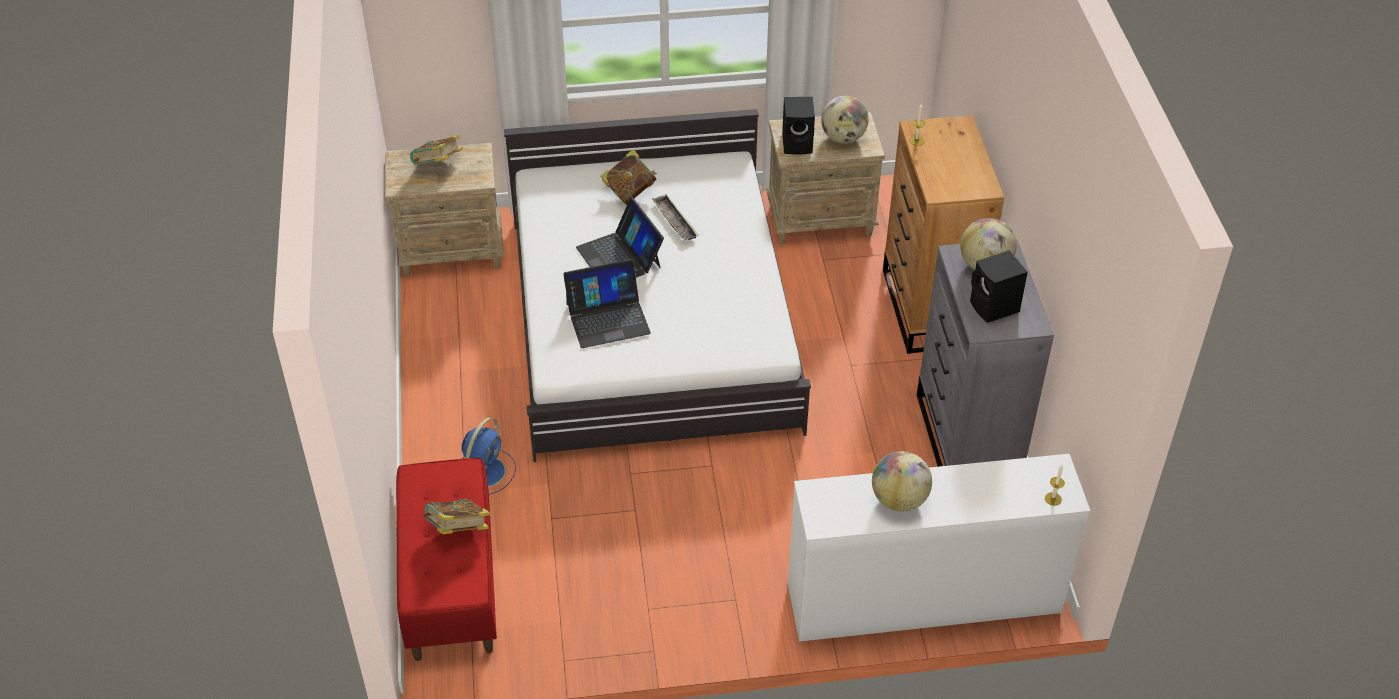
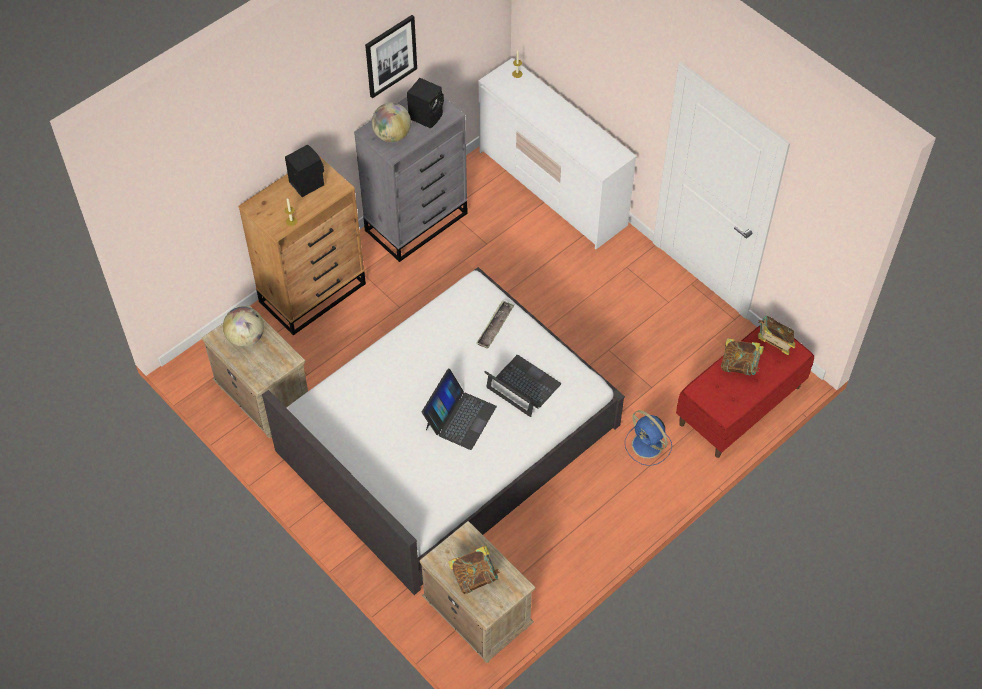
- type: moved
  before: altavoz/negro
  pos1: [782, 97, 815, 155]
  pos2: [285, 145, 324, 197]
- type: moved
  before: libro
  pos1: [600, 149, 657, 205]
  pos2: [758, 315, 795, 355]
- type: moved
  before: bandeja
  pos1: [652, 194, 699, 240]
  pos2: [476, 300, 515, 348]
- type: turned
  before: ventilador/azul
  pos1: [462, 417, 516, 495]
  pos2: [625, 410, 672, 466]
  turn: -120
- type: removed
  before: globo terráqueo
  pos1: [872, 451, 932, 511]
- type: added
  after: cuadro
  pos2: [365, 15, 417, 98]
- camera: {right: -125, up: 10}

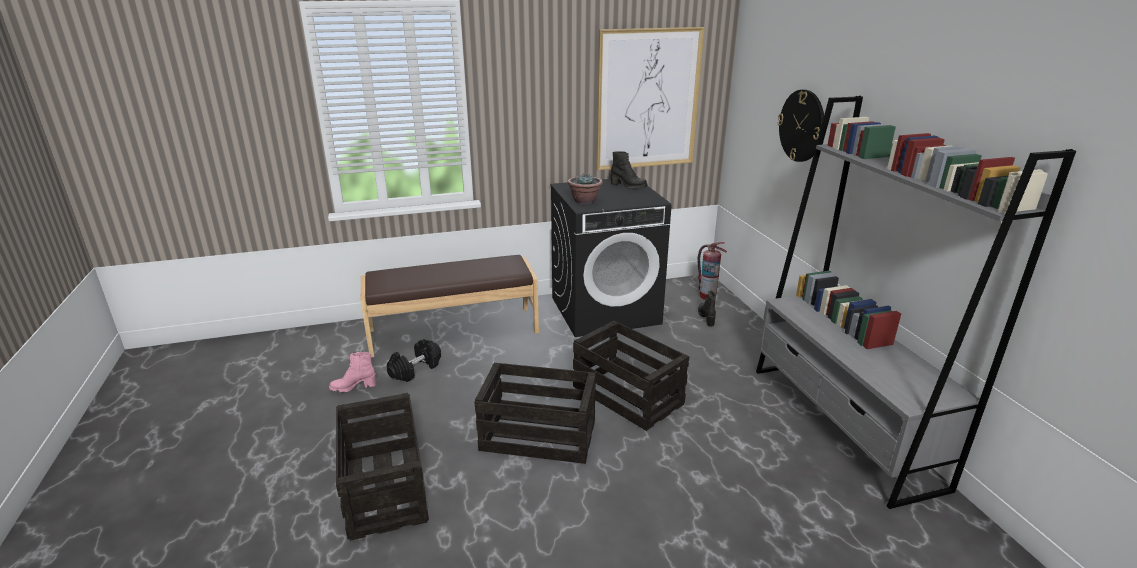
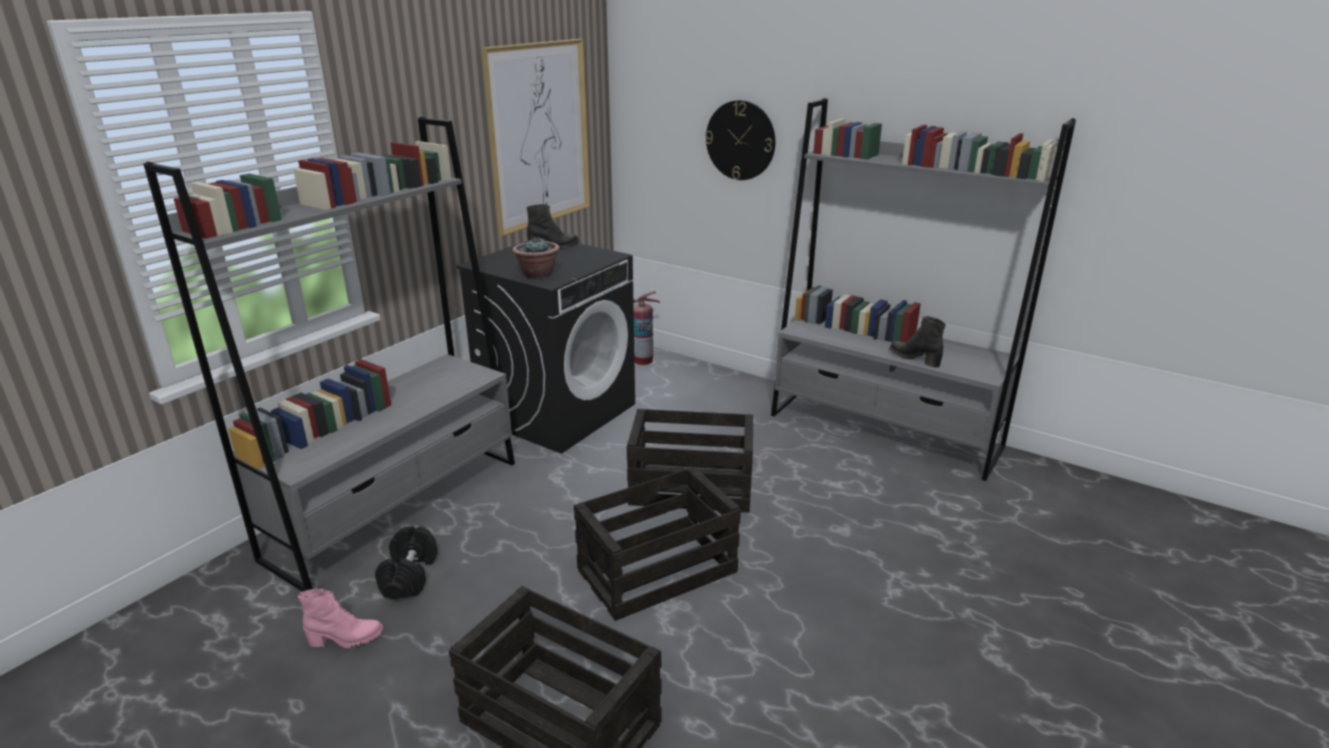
- type: replaced
  before: banco/marrón
  after: estantería/gris
  pos1: [361, 255, 539, 358]
  pos2: [144, 117, 515, 592]
- type: moved
  before: bota/negro
  pos1: [698, 290, 716, 327]
  pos2: [890, 316, 946, 368]
- type: turned
  before: bota/rosa
  pos1: [329, 352, 376, 392]
  pos2: [298, 588, 384, 648]
  turn: -135
- camera: {right: -40, up: 0}

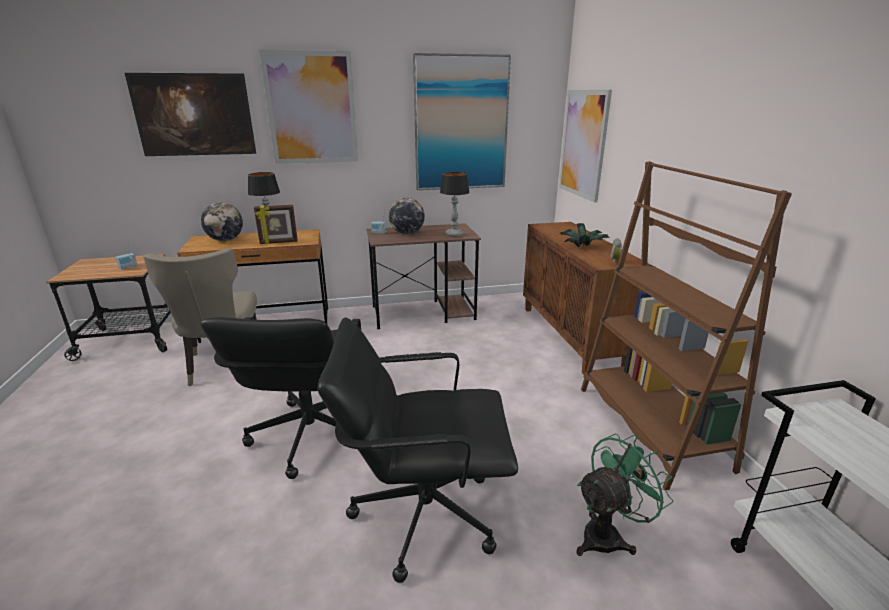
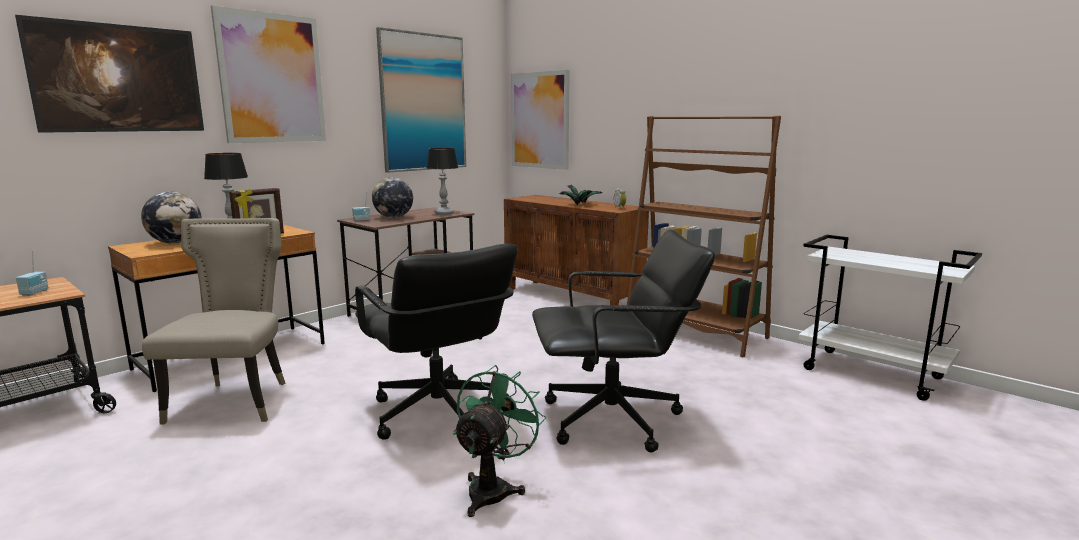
- type: turned
  before: silla/beis
  pos1: [143, 248, 257, 386]
  pos2: [142, 218, 285, 424]
  turn: -135
- type: turned
  before: silla de oficina/negro
  pos1: [318, 317, 518, 583]
  pos2: [532, 229, 715, 452]
  turn: -150
- type: moved
  before: ventilador/verde
  pos1: [576, 433, 673, 556]
  pos2: [453, 365, 546, 517]
- camera: {right: -35, up: -10}

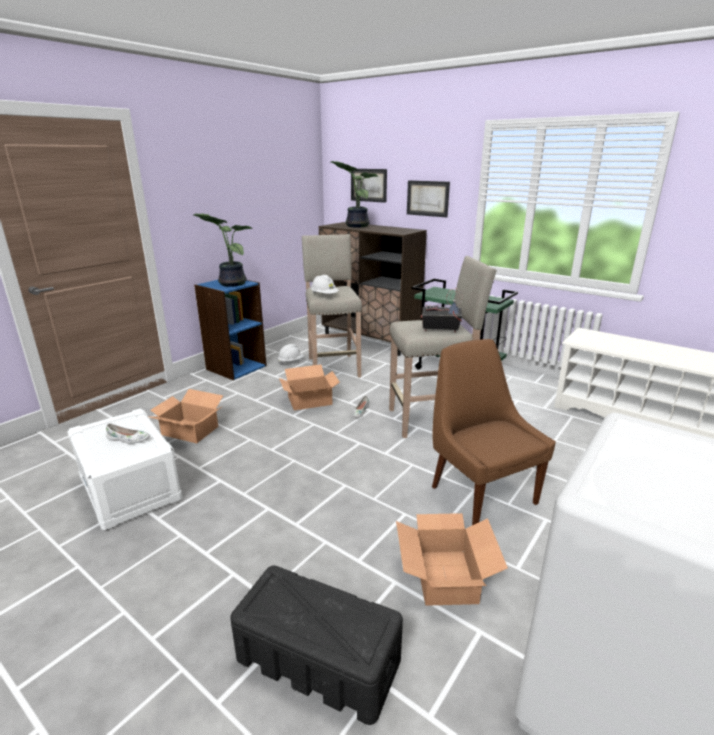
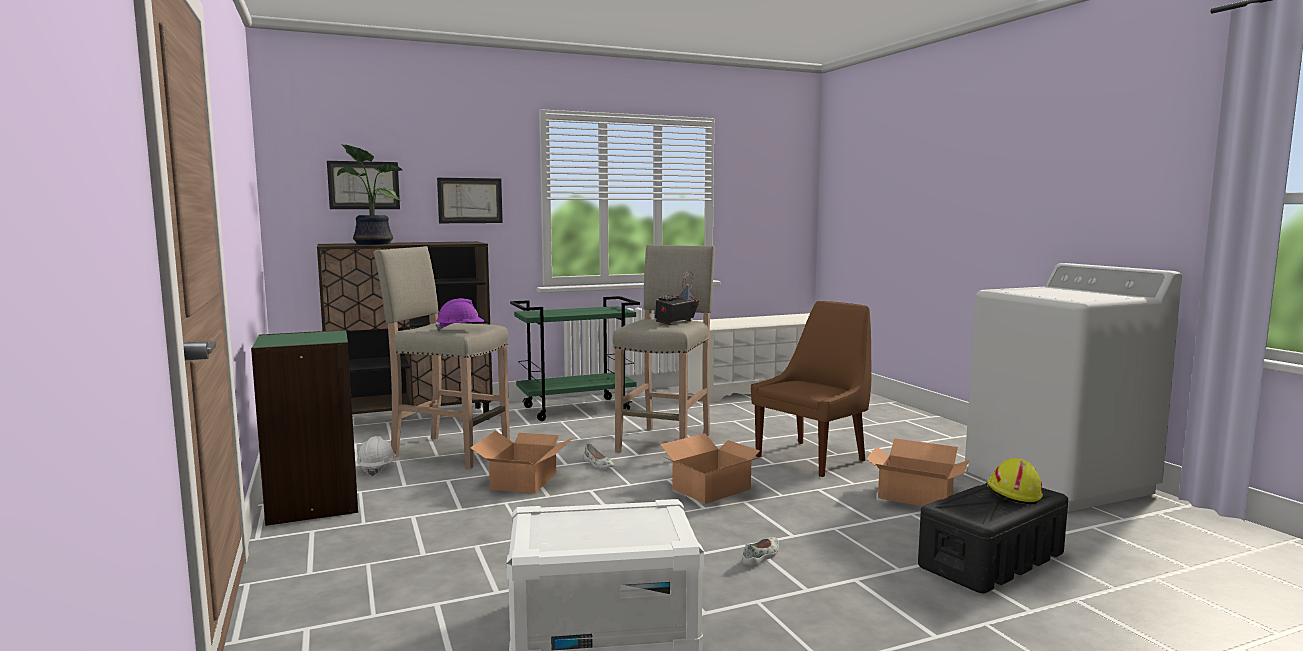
- type: removed
  before: planta en maceta
  pos1: [194, 214, 254, 287]
- type: recoloured
  before: casco/blanco
  after: casco/morado
  pos1: [311, 275, 339, 294]
  pos2: [436, 298, 484, 331]
- type: recoloured
  before: estantería/azul
  after: estantería/verde
  pos1: [194, 280, 267, 380]
  pos2: [251, 330, 358, 526]
- type: turned
  before: silla/marrón
  pos1: [432, 339, 556, 525]
  pos2: [751, 301, 872, 477]
  turn: 135
- type: moved
  before: caja de cartón
  pos1: [148, 389, 223, 443]
  pos2: [660, 433, 766, 504]
- type: moved
  before: zapato/blanco
  pos1: [106, 423, 150, 444]
  pos2: [742, 537, 779, 567]
- type: added
  after: casco/amarillo
  pos2: [987, 458, 1043, 504]
- camera: {right: -60, up: -15}

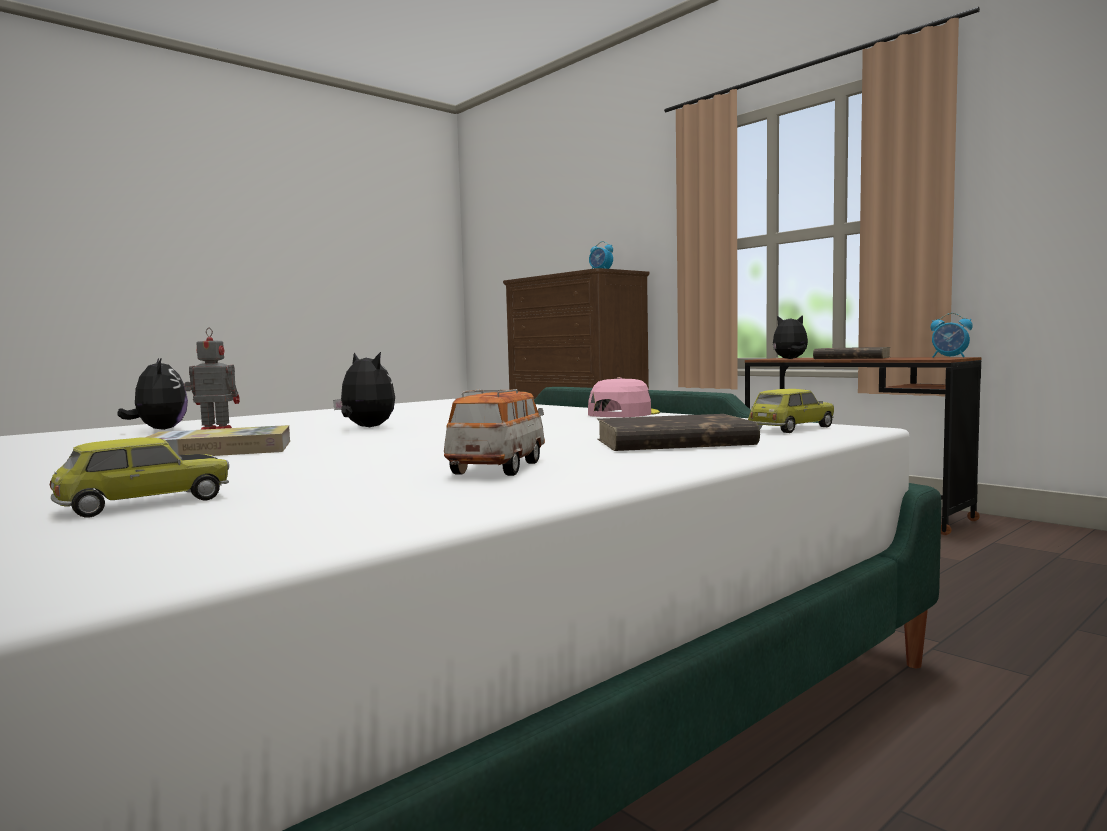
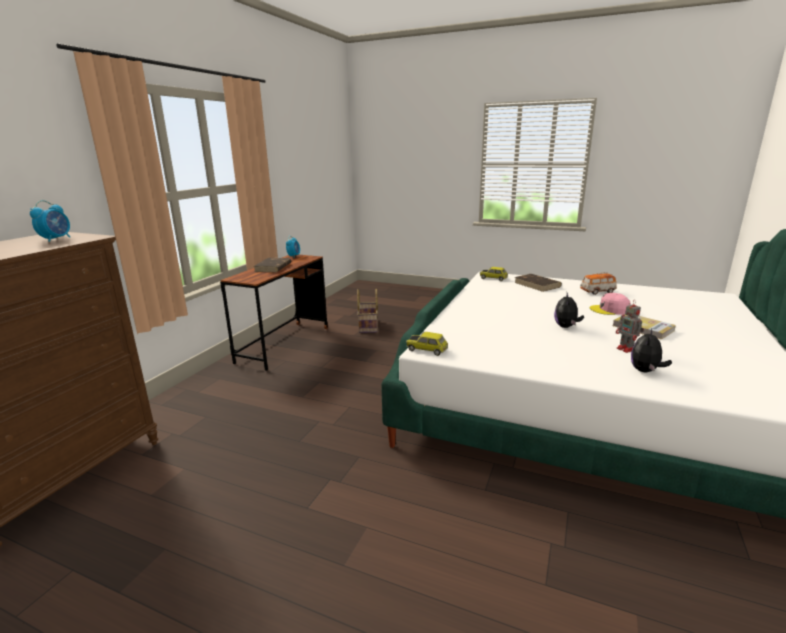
- type: removed
  before: peluche
  pos1: [773, 315, 808, 359]
- type: moved
  before: gorra/rosa
  pos1: [588, 377, 660, 417]
  pos2: [590, 293, 631, 315]
- type: moved
  before: coche de juguete
  pos1: [50, 437, 229, 518]
  pos2: [406, 332, 448, 356]
- type: added
  after: cesta
  pos2: [357, 289, 378, 333]
- camera: {right: -115, up: 15}

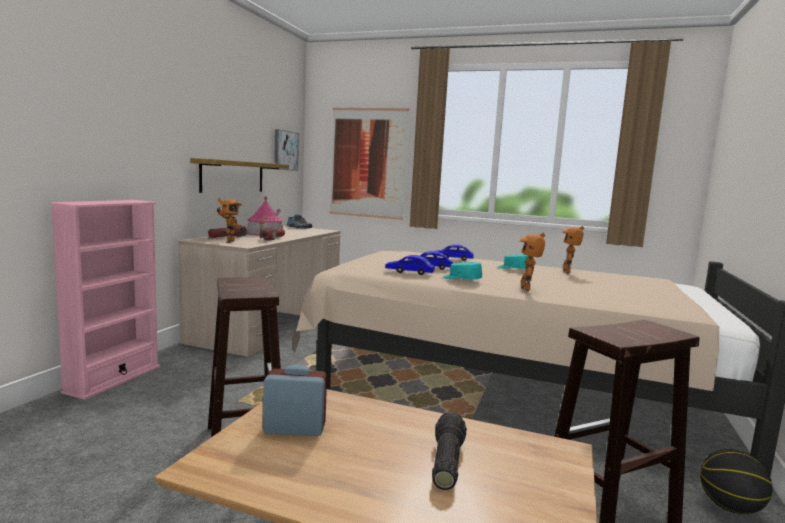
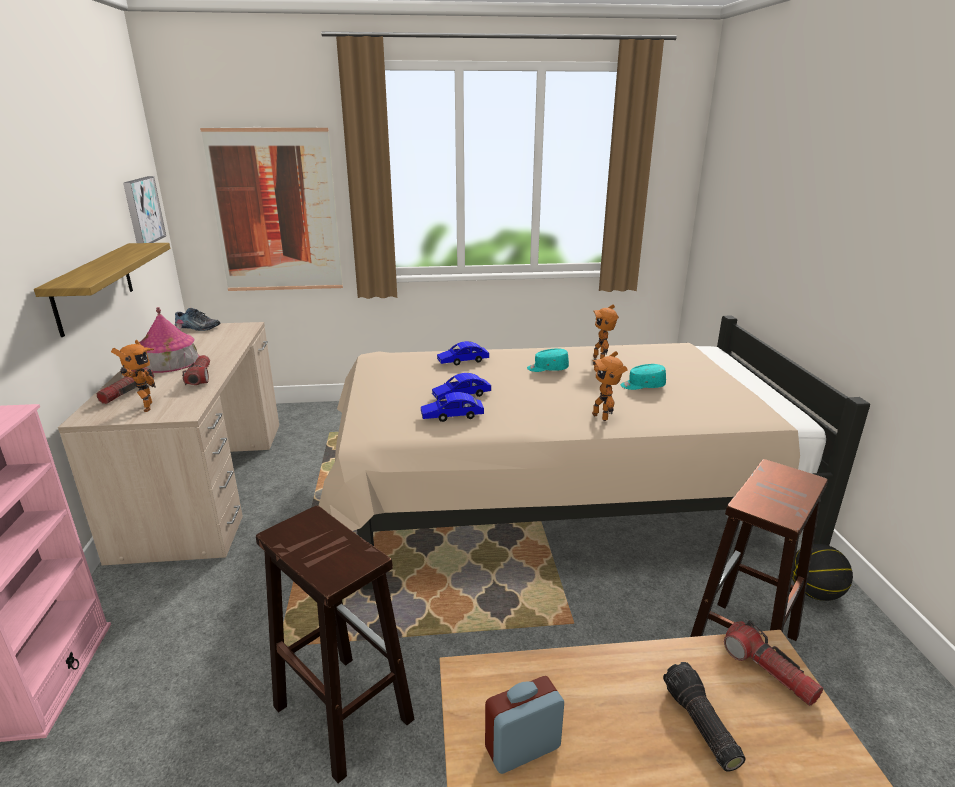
- type: moved
  before: gorra/turquesa
  pos1: [443, 262, 482, 279]
  pos2: [621, 364, 666, 390]
- type: added
  after: linterna
  pos2: [724, 620, 823, 706]
- camera: {right: -25, up: 15}

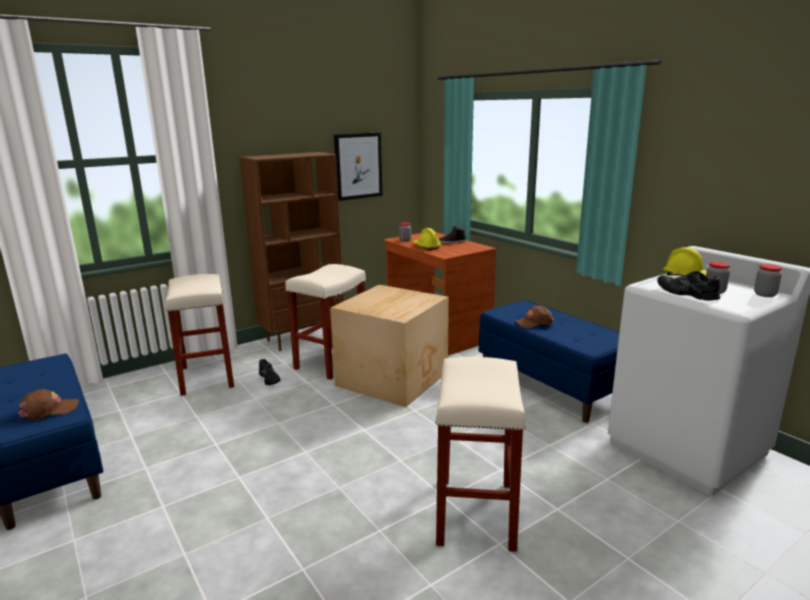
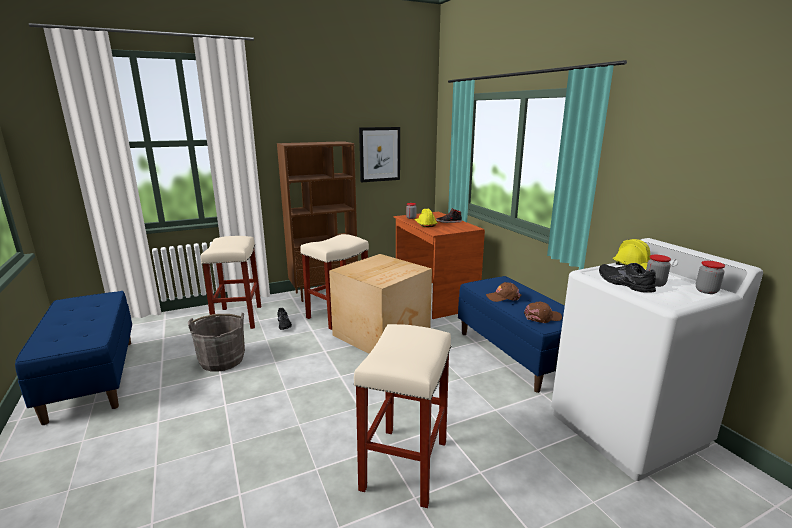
- type: moved
  before: gorra/marrón
  pos1: [18, 389, 79, 420]
  pos2: [524, 301, 562, 323]
- type: added
  after: cubo/gris
  pos2: [188, 313, 245, 372]
- camera: {right: 10, up: 0}

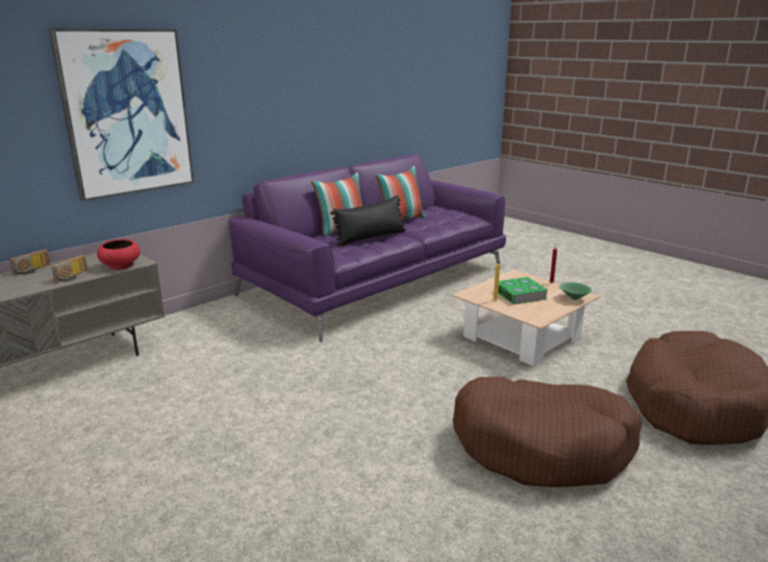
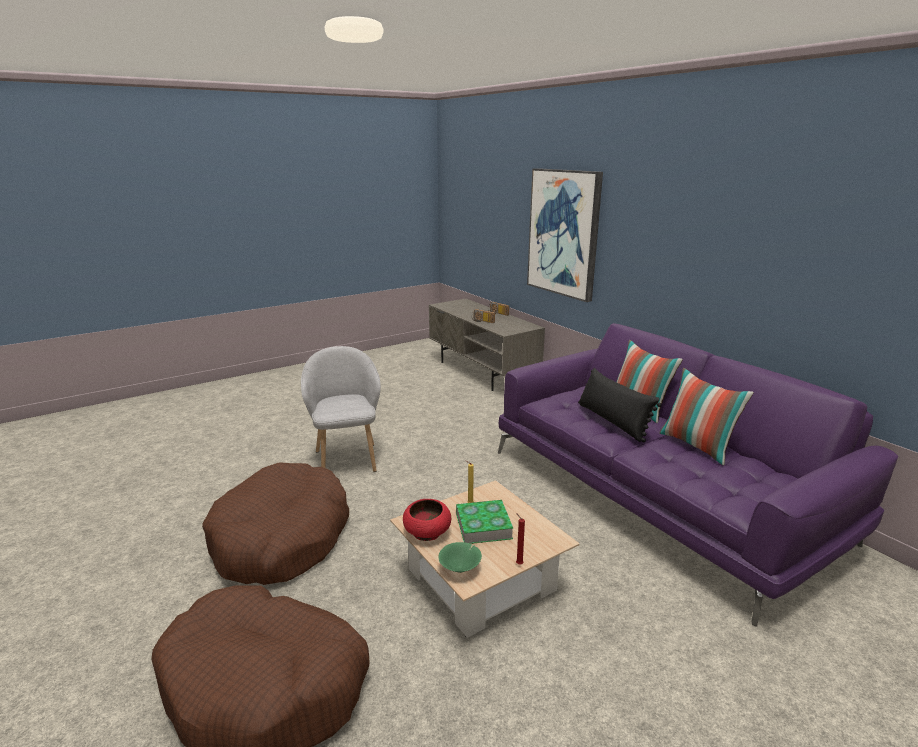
- type: moved
  before: cuenco/rojo
  pos1: [97, 239, 140, 270]
  pos2: [403, 499, 451, 541]
- type: added
  after: sillón/gris
  pos2: [301, 346, 381, 472]
- camera: {right: 100, up: 0}

